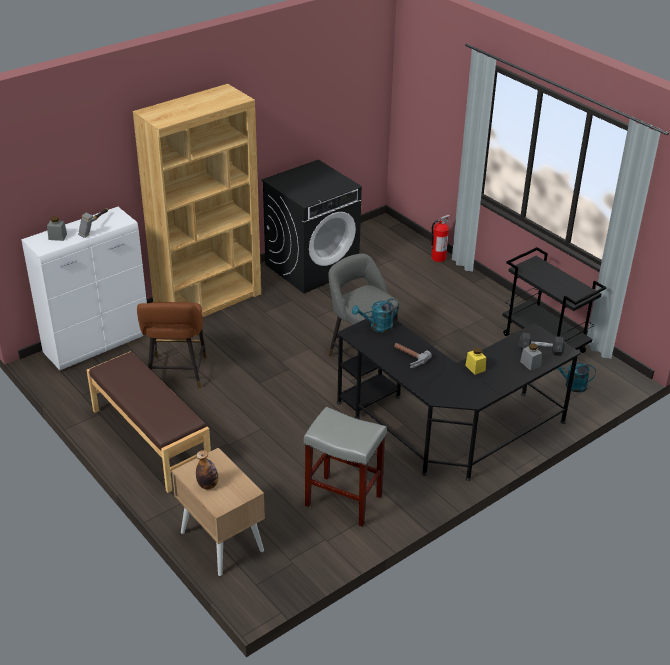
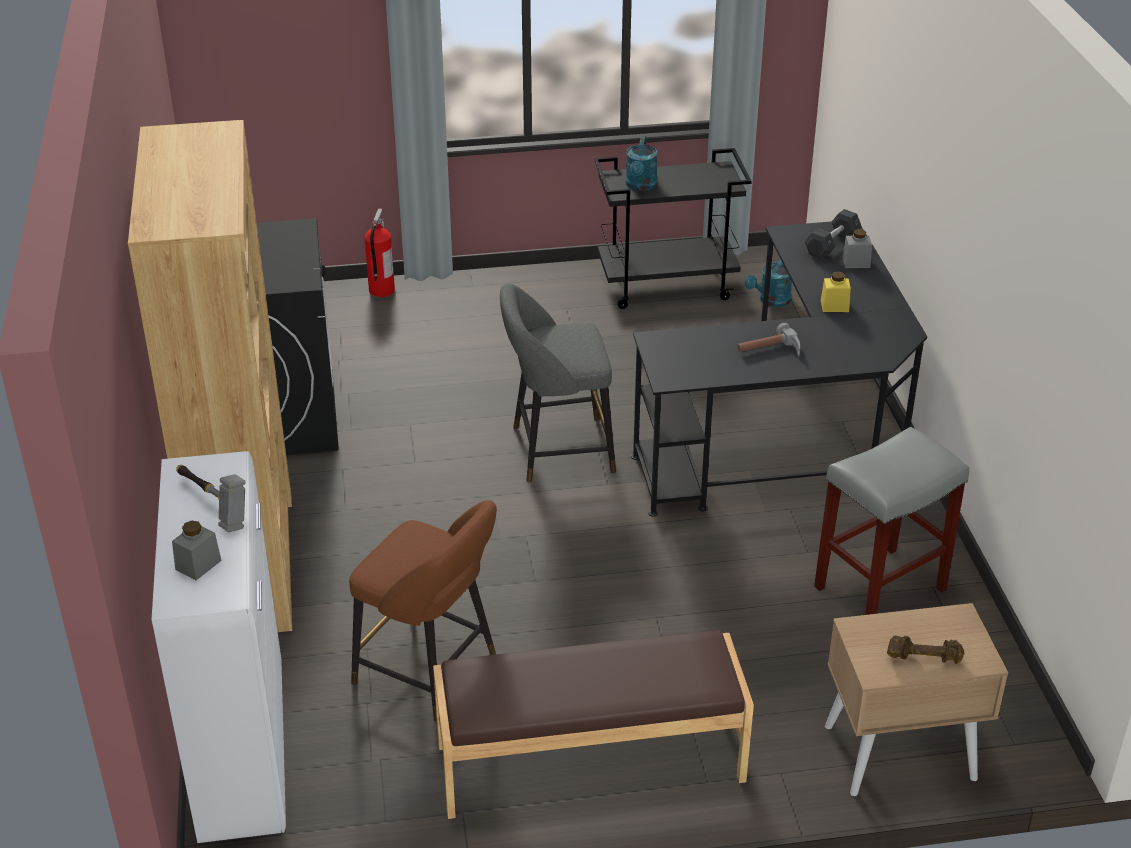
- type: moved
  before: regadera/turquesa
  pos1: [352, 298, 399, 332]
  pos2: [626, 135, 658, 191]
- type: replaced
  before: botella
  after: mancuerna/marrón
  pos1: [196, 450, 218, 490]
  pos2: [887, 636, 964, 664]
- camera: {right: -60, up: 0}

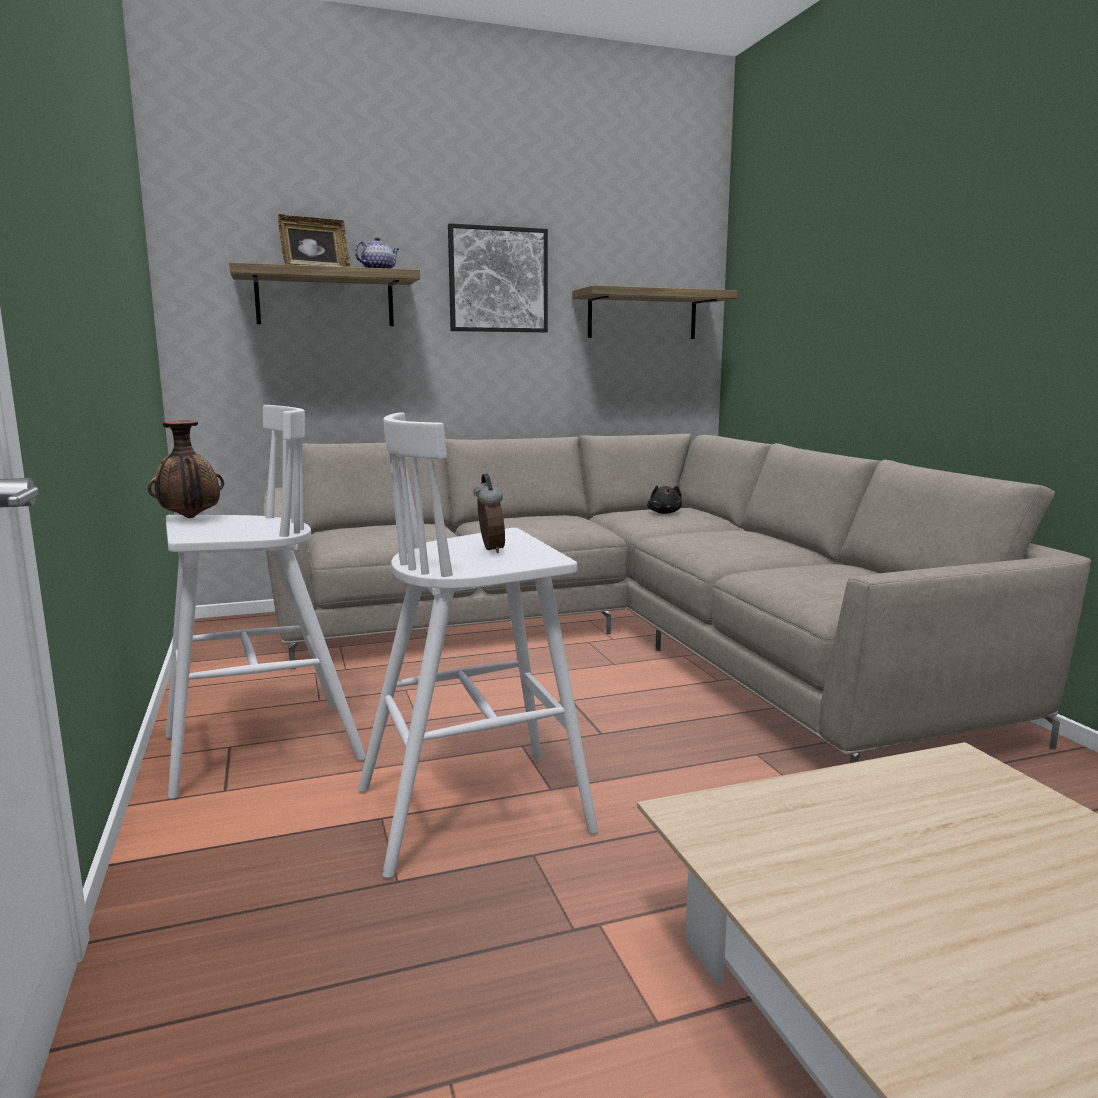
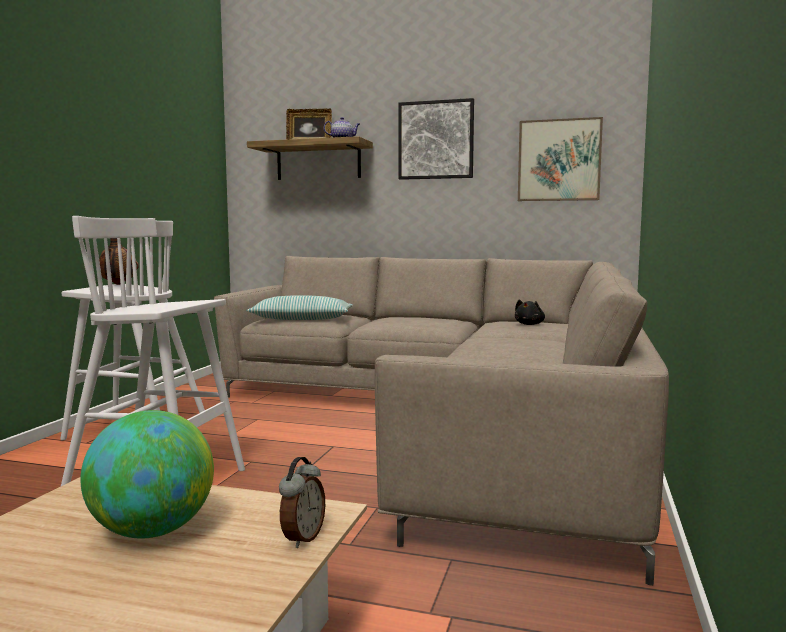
- type: replaced
  before: estante
  after: cuadro
  pos1: [572, 285, 738, 339]
  pos2: [518, 117, 603, 201]
- type: moved
  before: despertador
  pos1: [473, 474, 505, 553]
  pos2: [279, 457, 325, 548]
- type: added
  after: cojín
  pos2: [246, 295, 353, 320]
- type: added
  after: globo terráqueo
  pos2: [80, 410, 214, 538]
- camera: {right: 35, up: -5}

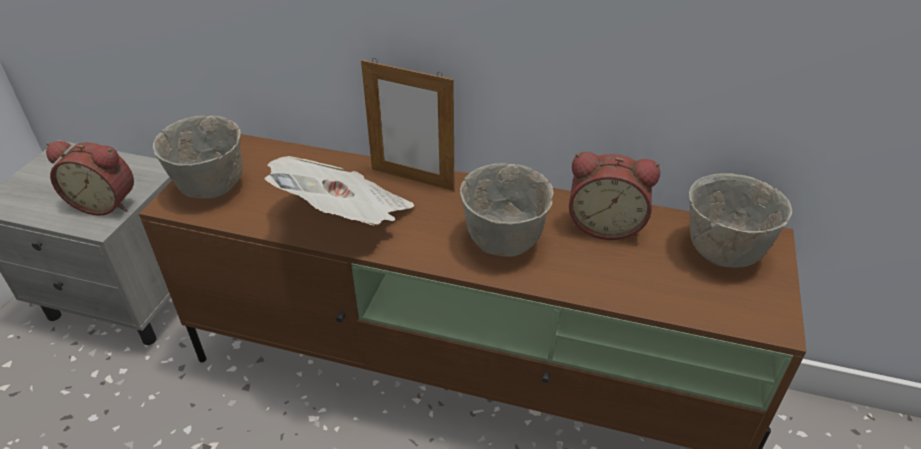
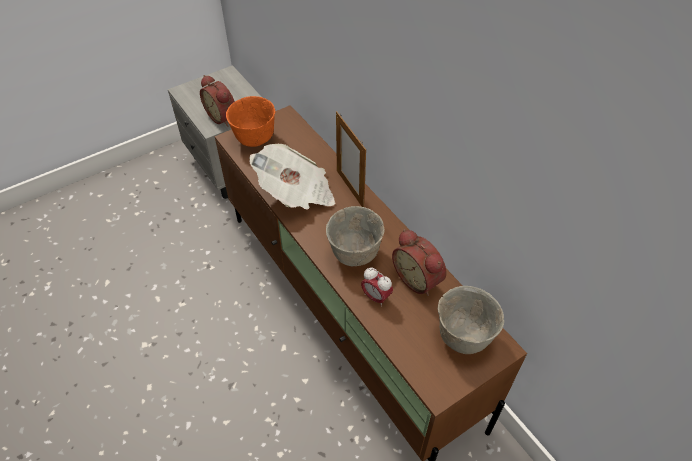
- type: recoloured
  before: cuenco/gris
  after: cuenco/naranja
  pos1: [153, 116, 243, 199]
  pos2: [226, 96, 275, 147]
- type: added
  after: despertador
  pos2: [361, 267, 393, 307]
- camera: {right: 40, up: 10}

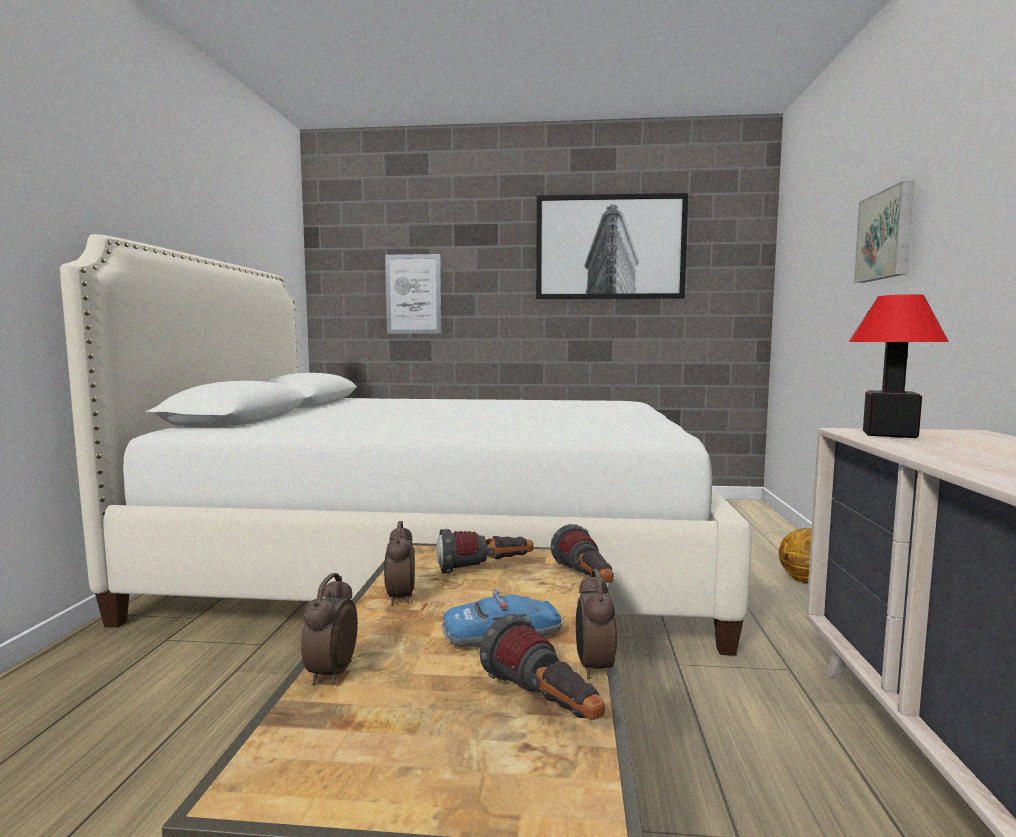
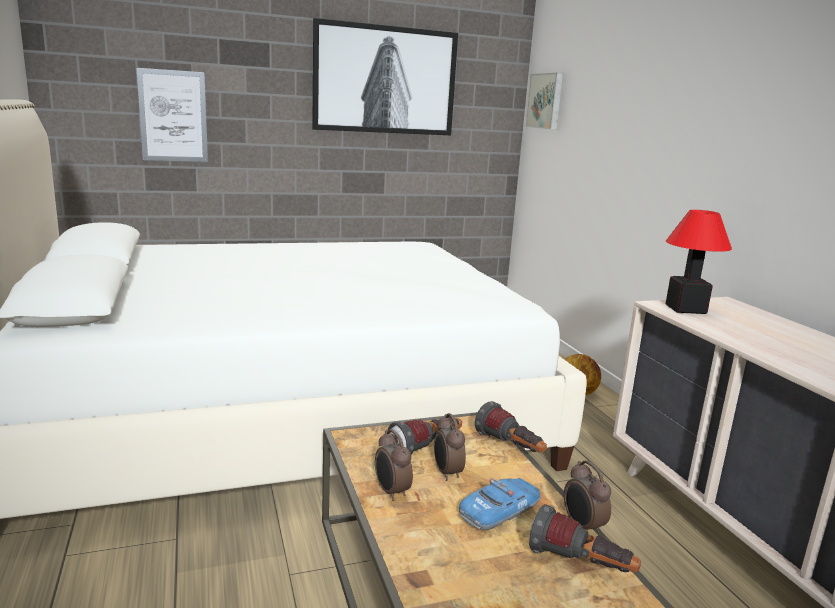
- type: moved
  before: cuadro
  pos1: [854, 181, 914, 283]
  pos2: [526, 73, 563, 130]
- type: moved
  before: despertador
  pos1: [301, 573, 358, 685]
  pos2: [434, 413, 466, 481]
- camera: {right: -25, up: 10}

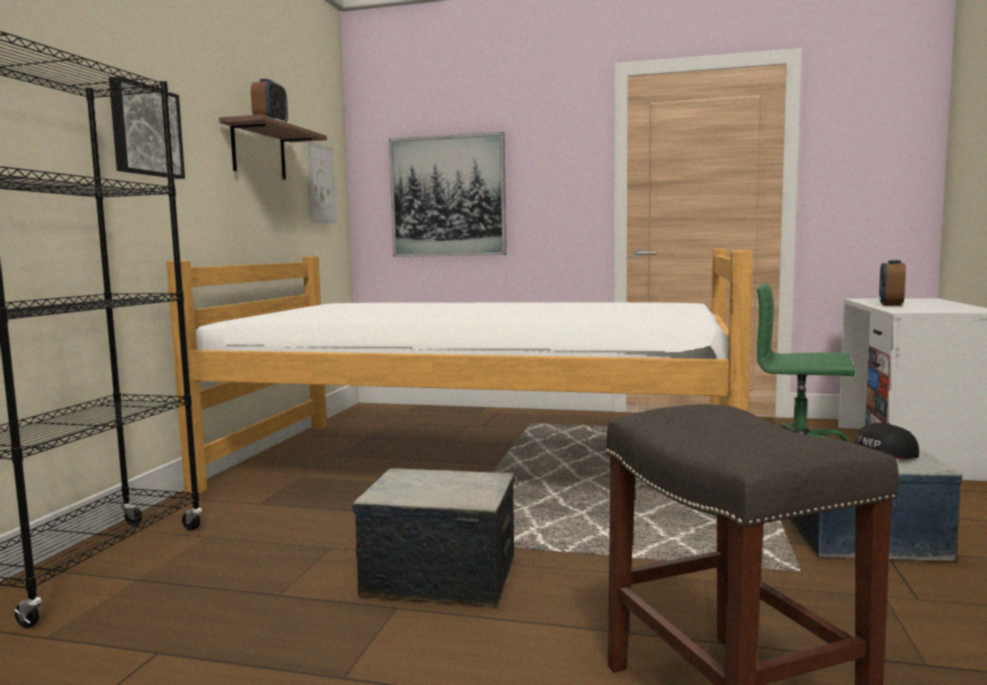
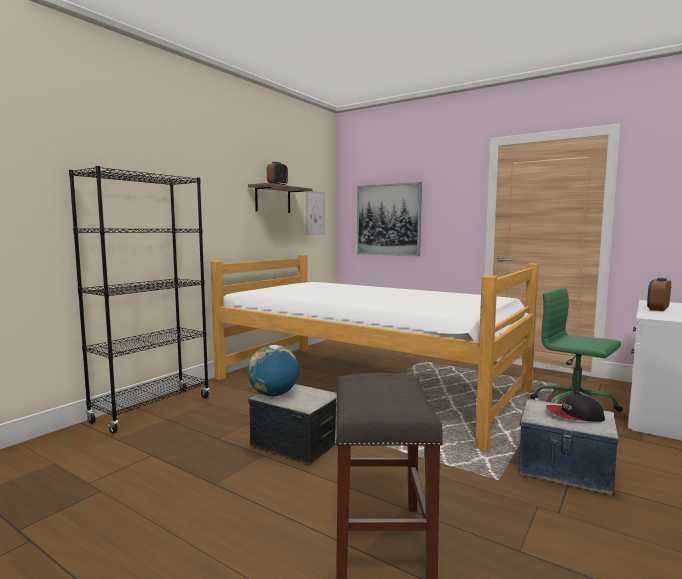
- type: removed
  before: cuadro
  pos1: [109, 77, 185, 179]
- type: added
  after: globo terráqueo
  pos2: [247, 345, 299, 396]
- camera: {right: 20, up: 0}

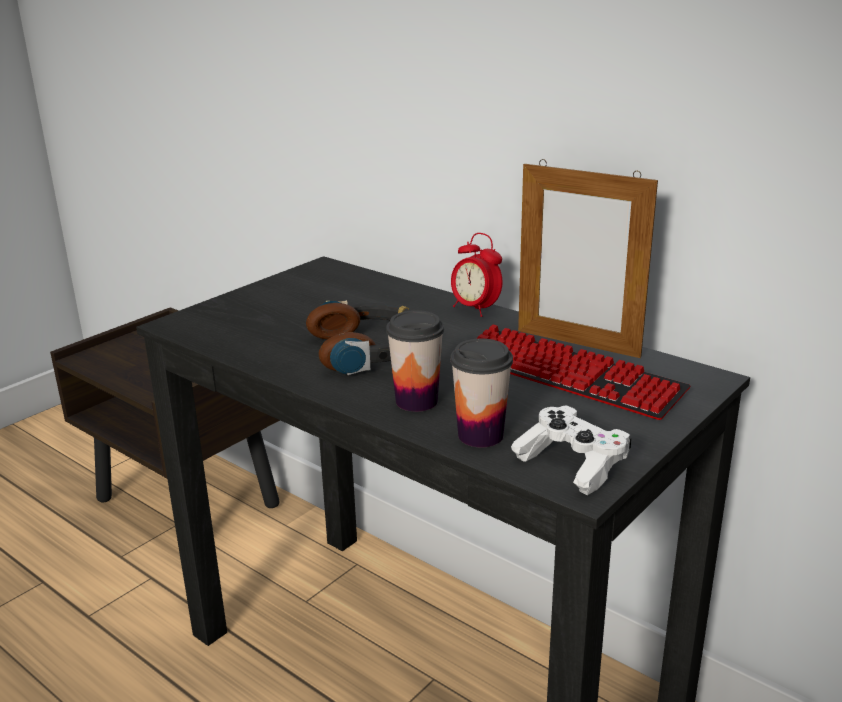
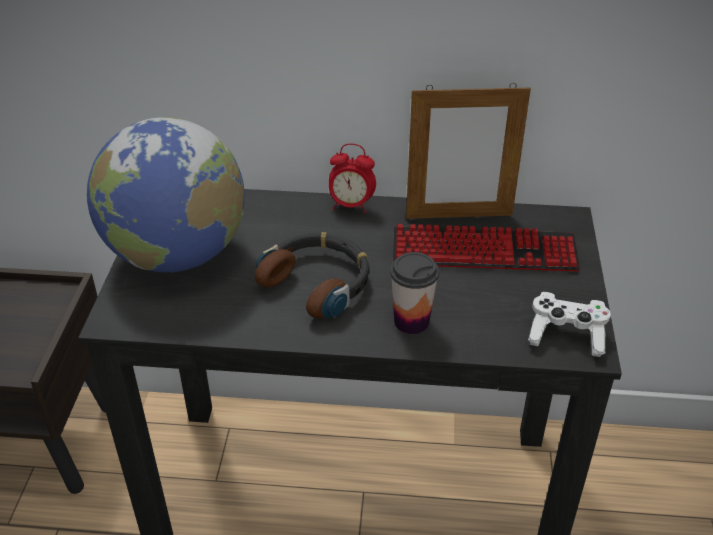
- type: removed
  before: taza
  pos1: [450, 339, 513, 448]
- type: added
  after: globo terráqueo
  pos2: [87, 117, 245, 272]
- camera: {right: -35, up: 15}

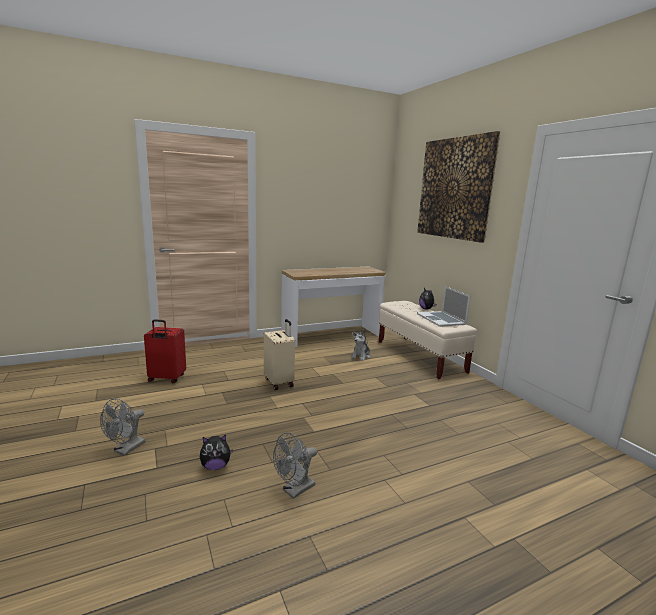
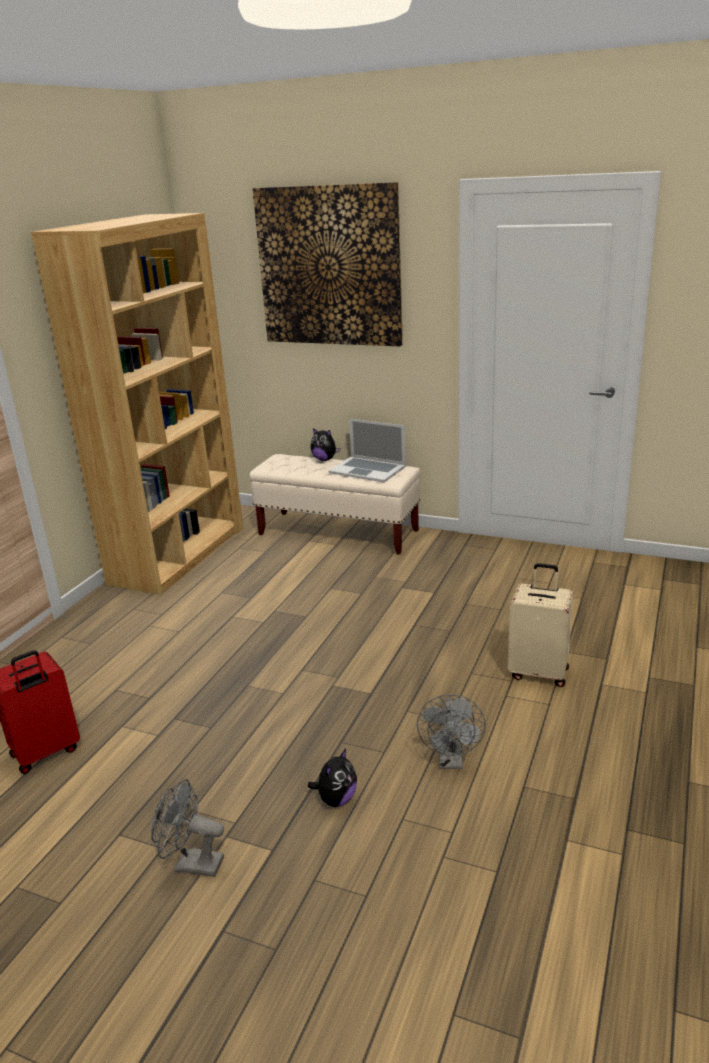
- type: replaced
  before: mesa consola
  after: estantería/marrón
  pos1: [281, 267, 385, 347]
  pos2: [31, 213, 243, 595]
- type: moved
  before: maleta/beis
  pos1: [264, 319, 295, 390]
  pos2: [508, 563, 573, 687]
- type: removed
  before: peluche
  pos1: [351, 330, 370, 361]
- type: turned
  before: ventilador/gris
  pos1: [100, 399, 146, 456]
  pos2: [151, 779, 224, 877]
  turn: 120
- camera: {right: -40, up: 10}

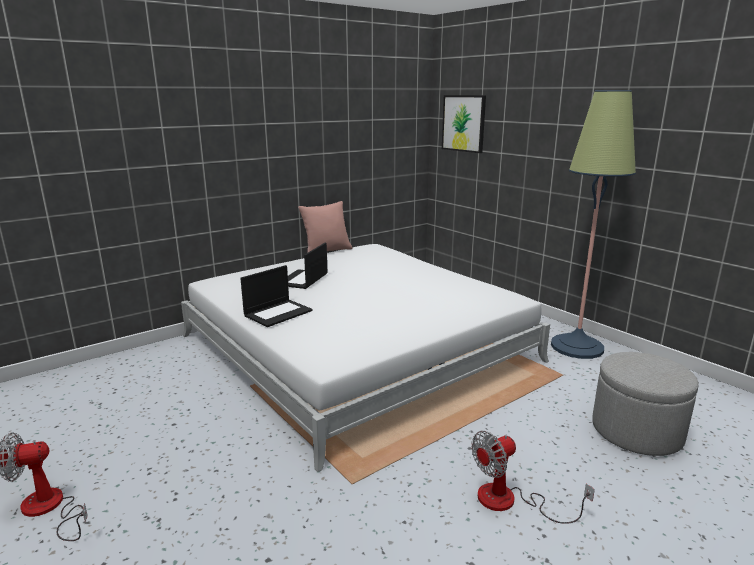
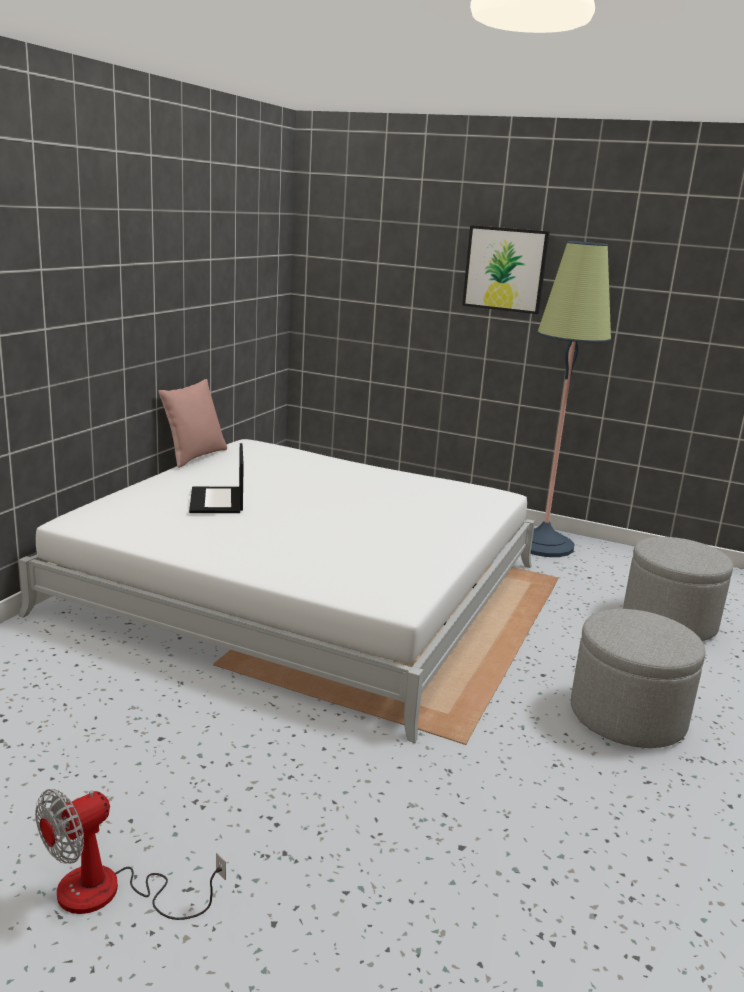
- type: moved
  before: cuadro
  pos1: [442, 95, 486, 153]
  pos2: [462, 225, 550, 314]
- type: removed
  before: portátil
  pos1: [240, 265, 313, 327]
- type: replaced
  before: ventilador
  after: puf/gris
  pos1: [471, 431, 595, 524]
  pos2: [571, 609, 706, 748]
- camera: {right: -30, up: 0}

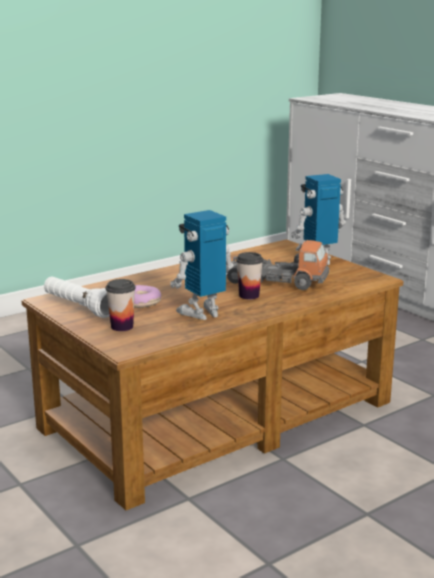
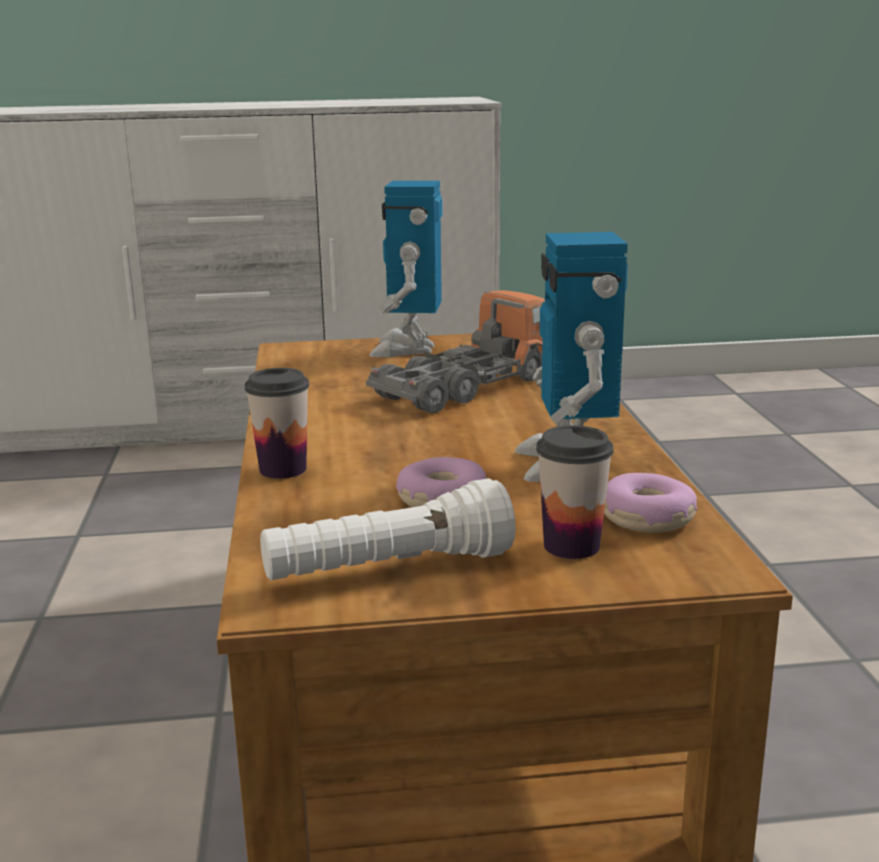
- type: moved
  before: taza
  pos1: [236, 252, 263, 300]
  pos2: [245, 368, 309, 479]
- type: added
  after: rosquilla
  pos2: [604, 473, 697, 533]
- camera: {right: -60, up: 0}

